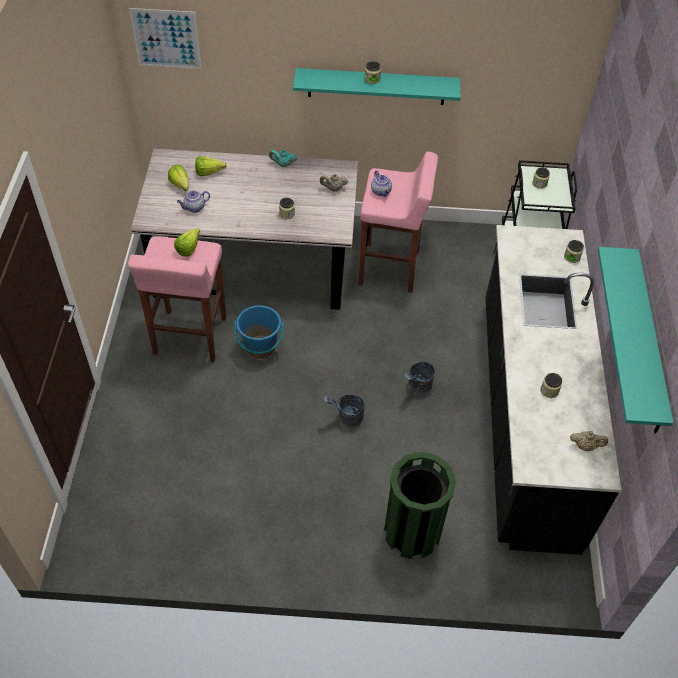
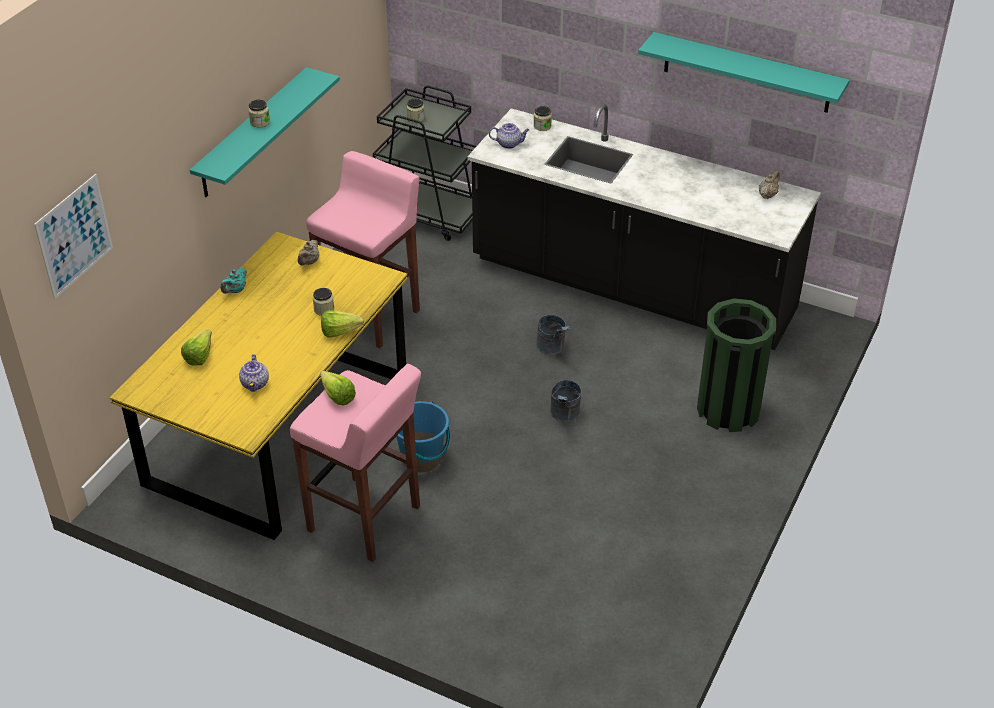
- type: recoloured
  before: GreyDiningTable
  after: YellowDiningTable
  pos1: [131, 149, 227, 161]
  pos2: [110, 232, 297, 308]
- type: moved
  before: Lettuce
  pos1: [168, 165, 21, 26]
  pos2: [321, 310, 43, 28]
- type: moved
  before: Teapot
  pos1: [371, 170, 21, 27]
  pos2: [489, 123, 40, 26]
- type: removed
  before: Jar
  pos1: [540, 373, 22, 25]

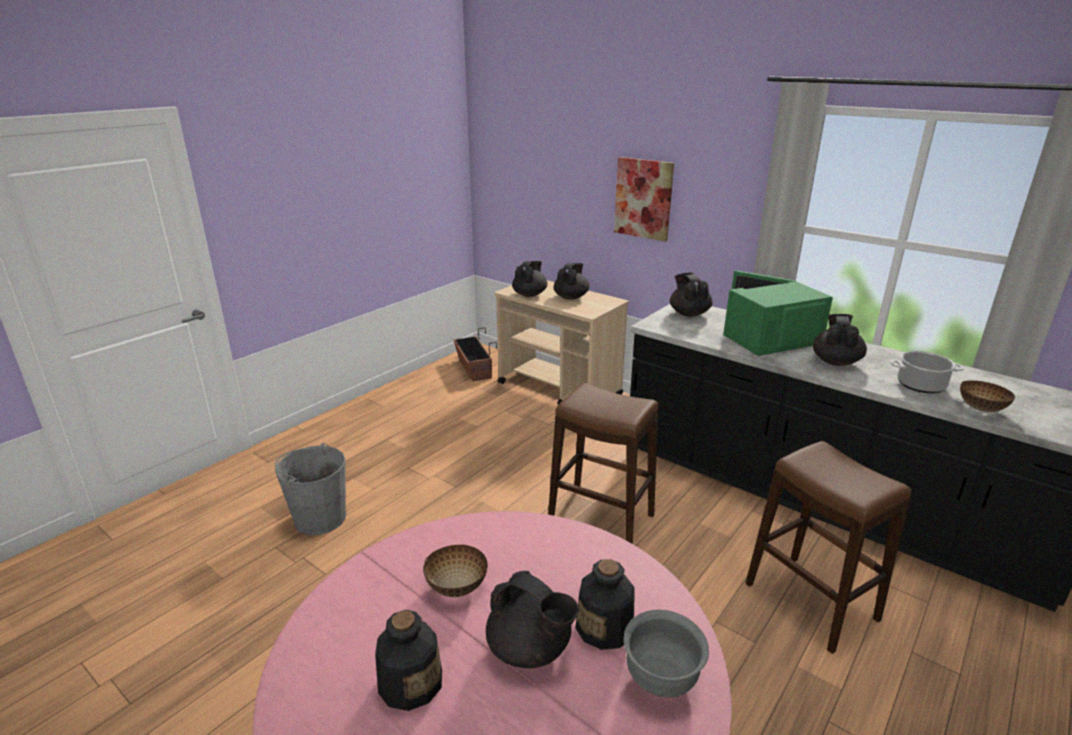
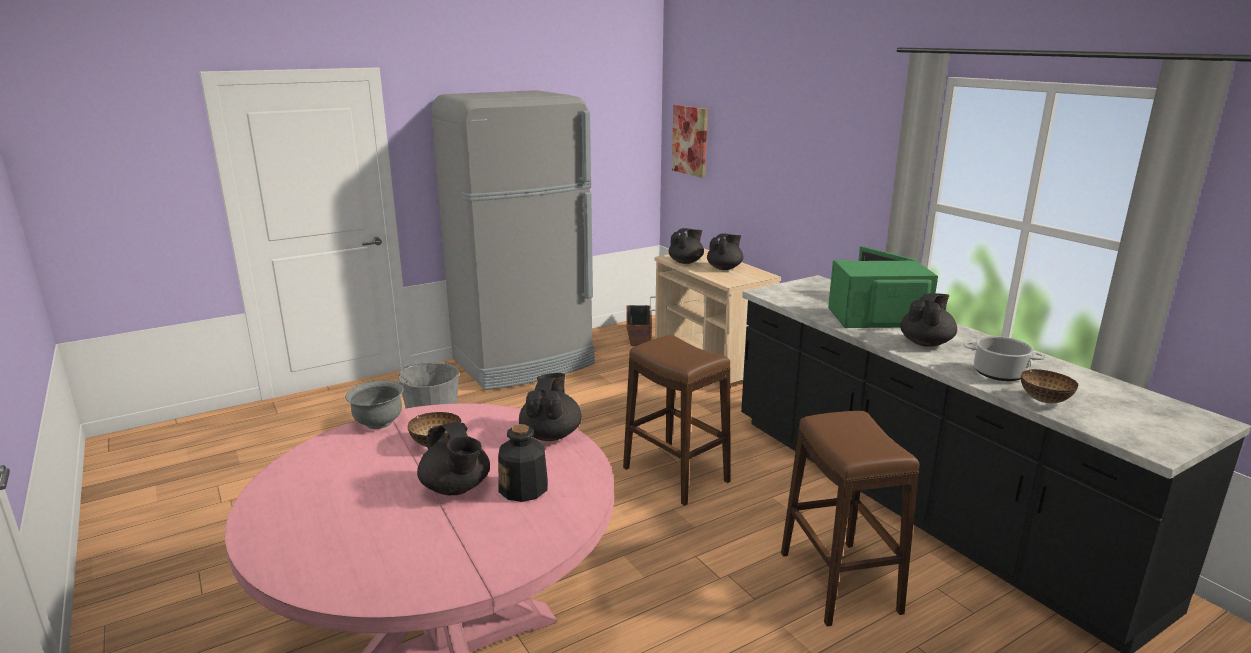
- type: moved
  before: Picture
  pos1: [614, 157, 60, 85]
  pos2: [672, 105, 36, 73]
- type: moved
  before: BlackTeapot
  pos1: [670, 273, 43, 44]
  pos2: [519, 373, 63, 68]
- type: removed
  before: Bottle
  pos1: [375, 610, 67, 101]
- type: moved
  before: GreyBowl
  pos1: [623, 610, 86, 88]
  pos2: [345, 380, 59, 49]
- type: added
  after: GreyFridge
  pos2: [431, 90, 164, 300]

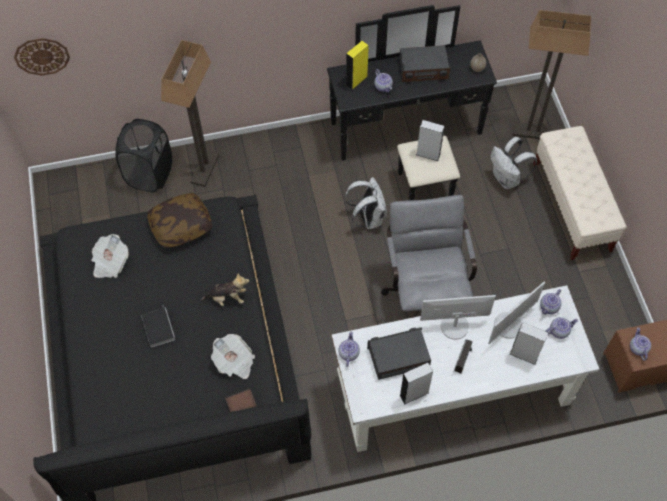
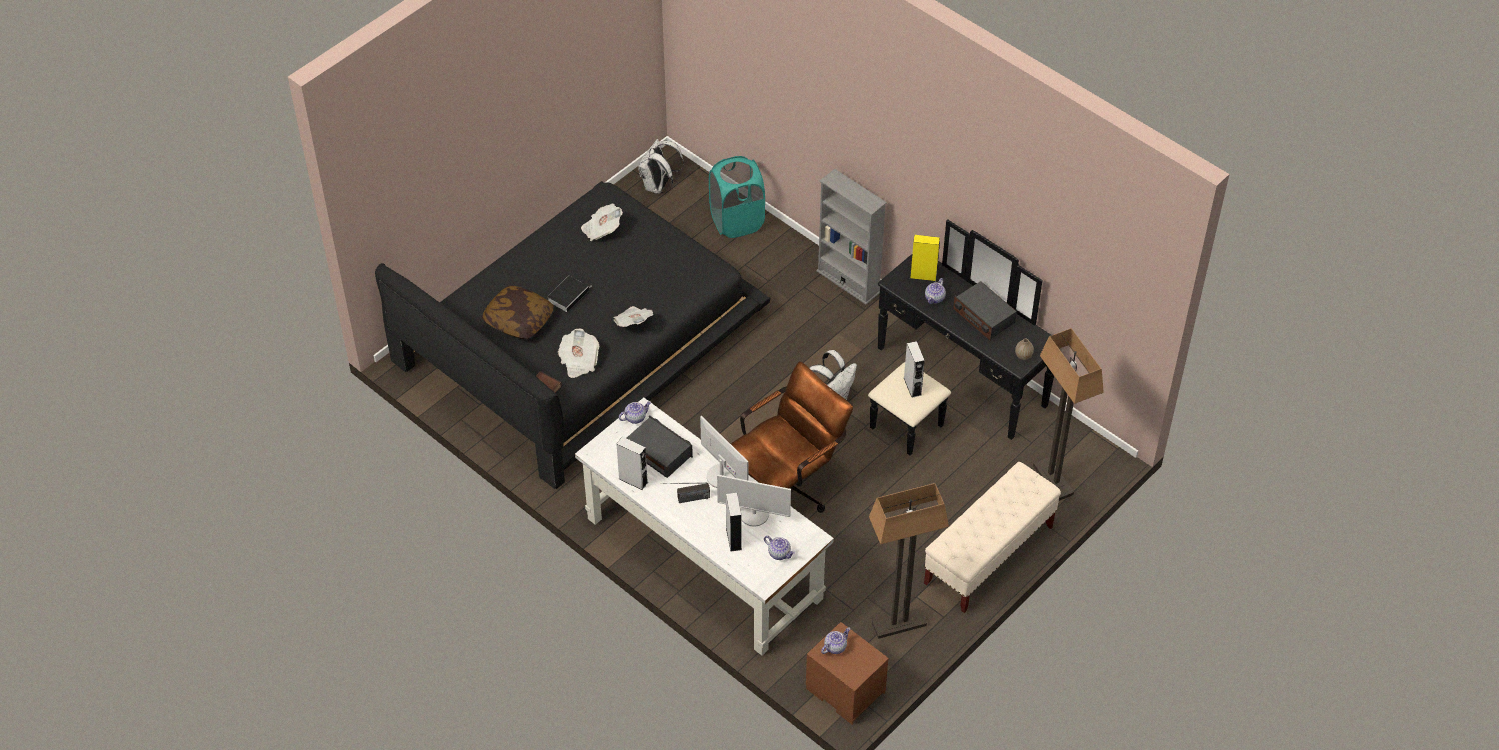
- type: removed
  before: WallClock
  pos1: [14, 38, 56, 38]
- type: moved
  before: FloorLamp
  pos1: [161, 40, 58, 147]
  pos2: [869, 483, 80, 156]
- type: recoloured
  before: BlackLaundryBasket
  after: TurquoiseLaundryBasket
  pos1: [115, 119, 57, 73]
  pos2: [709, 156, 56, 82]
- type: moved
  before: WhiteBackpack
  pos1: [491, 137, 46, 52]
  pos2: [638, 139, 46, 55]
- type: moved
  before: Pillow
  pos1: [147, 193, 65, 55]
  pos2: [482, 285, 72, 54]
- type: recoloured
  before: GreyOfficeChair
  after: BrownOfficeChair
  pos1: [381, 195, 96, 122]
  pos2: [731, 361, 122, 152]
- type: replaced
  before: PlushToy
  after: Newspaper
  pos1: [200, 274, 49, 32]
  pos2: [613, 306, 40, 21]
- type: removed
  before: Teapot
  pos1: [540, 289, 22, 25]
- type: added
  after: GreyBookcase
  pos2: [816, 169, 71, 136]

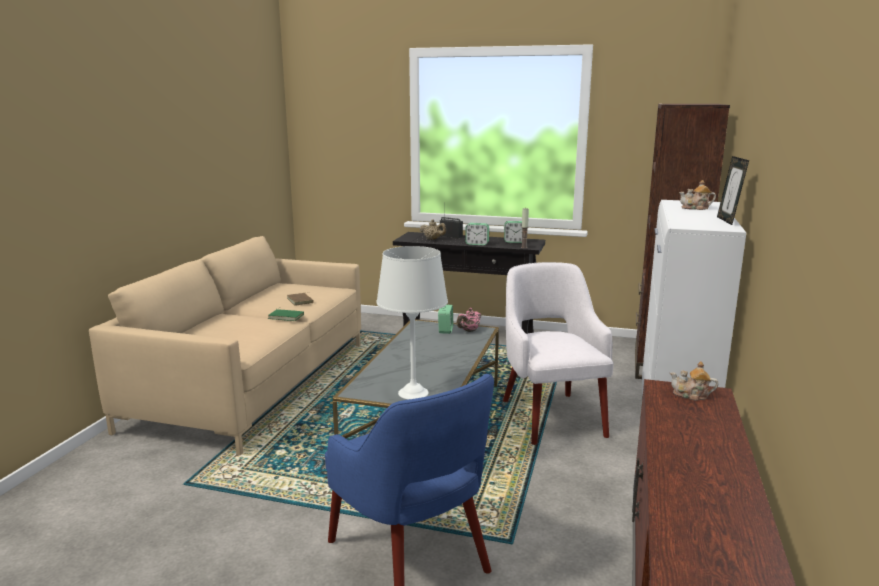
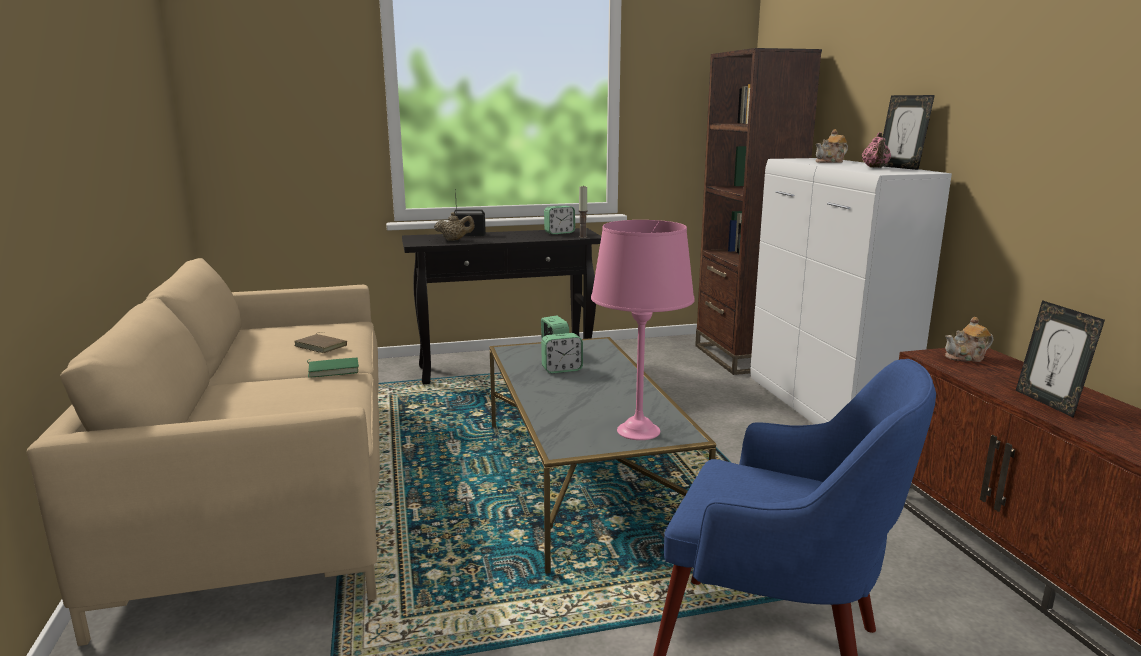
- type: moved
  before: AlarmClock
  pos1: [465, 223, 24, 22]
  pos2: [541, 333, 42, 40]
- type: recoloured
  before: WhiteTableLamp
  after: PinkTableLamp
  pos1: [376, 246, 72, 154]
  pos2: [591, 220, 104, 220]
- type: removed
  before: WhiteArmchair
  pos1: [503, 262, 111, 183]
- type: moved
  before: PinkTeapot
  pos1: [457, 308, 24, 24]
  pos2: [862, 132, 29, 36]
- type: added
  after: PictureFrame
  pos2: [1016, 300, 89, 118]

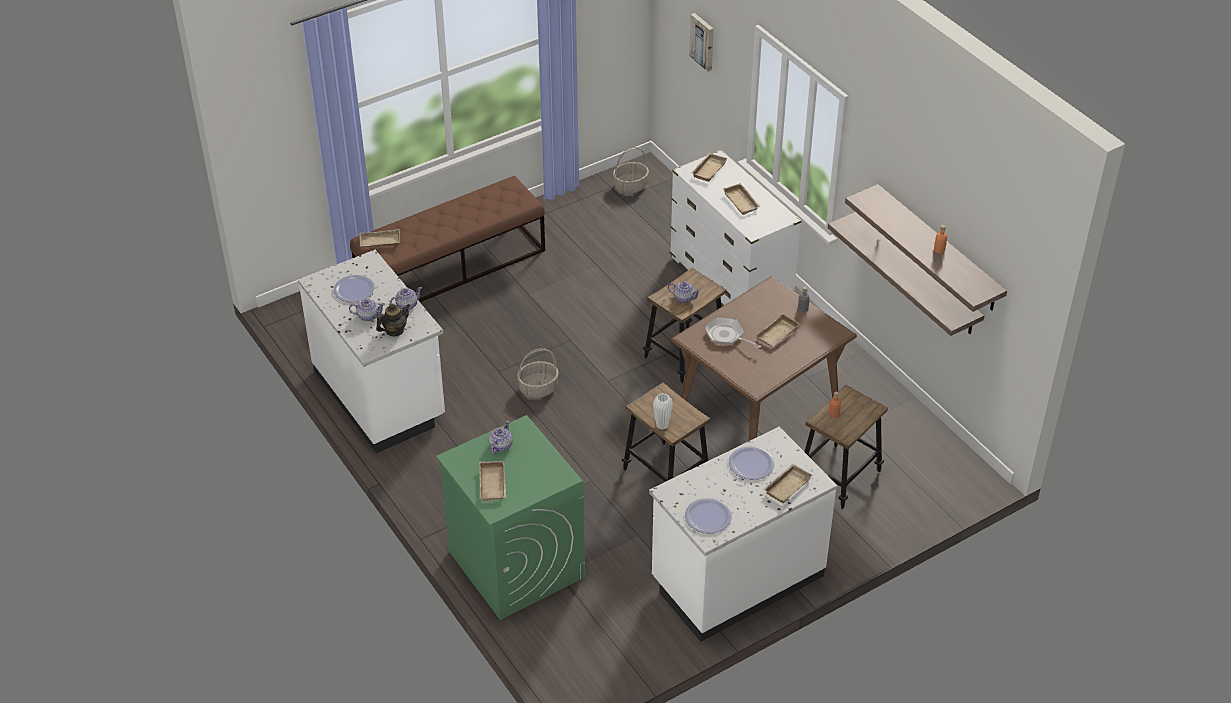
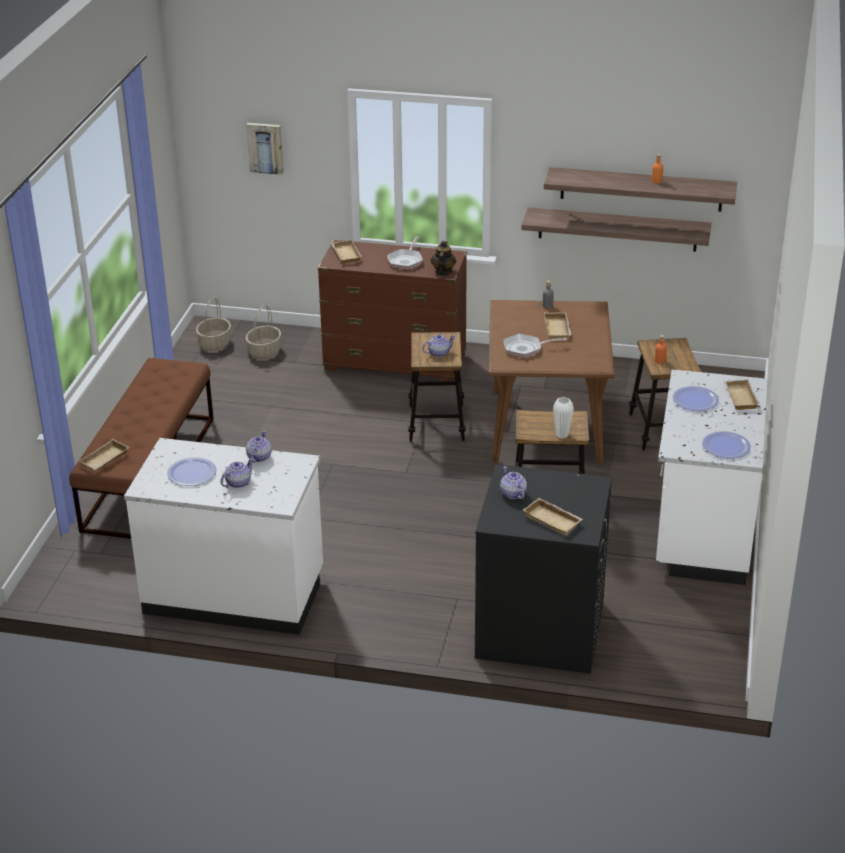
- type: recoloured
  before: WhiteDresser
  after: BrownDresser
  pos1: [670, 150, 132, 155]
  pos2: [318, 239, 149, 142]
- type: replaced
  before: BeigeTray
  after: FryingPan
  pos1: [723, 183, 38, 32]
  pos2: [387, 236, 36, 34]
- type: moved
  before: Teapot
  pos1: [376, 303, 34, 33]
  pos2: [431, 241, 25, 35]
- type: moved
  before: Basket
  pos1: [517, 348, 42, 50]
  pos2: [245, 305, 36, 54]
- type: recoloured
  before: GreenWashingMachine
  after: BlackWashingMachine
  pos1: [436, 415, 149, 205]
  pos2: [475, 464, 137, 210]

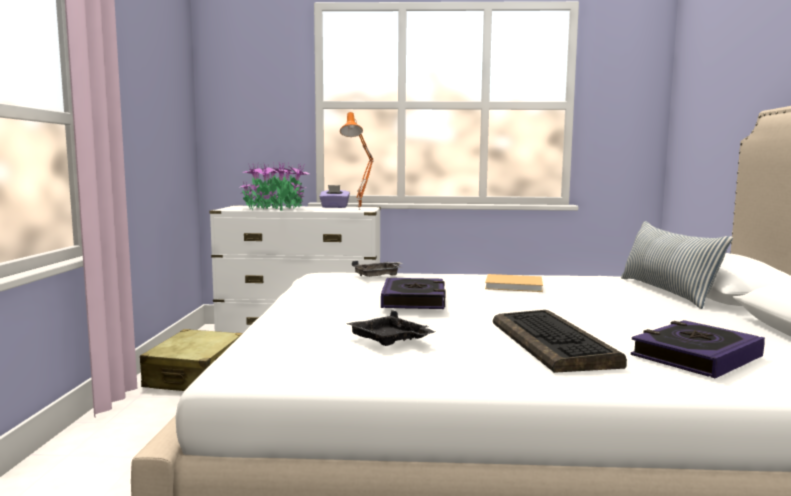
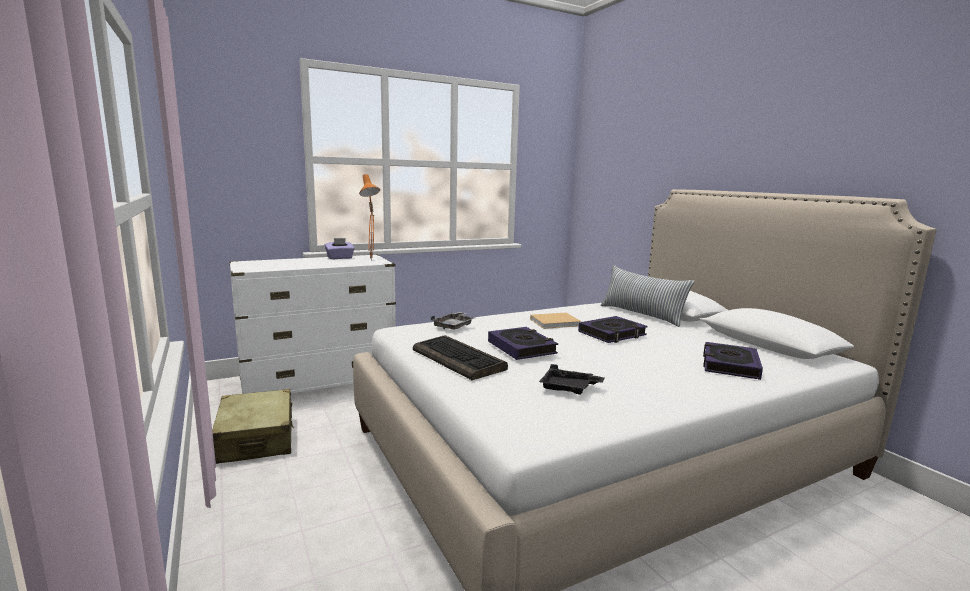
- type: removed
  before: PottedPlant
  pos1: [240, 162, 69, 48]
- type: moved
  before: Keyboard
  pos1: [493, 310, 134, 63]
  pos2: [413, 335, 95, 45]
- type: added
  after: Book
  pos2: [578, 316, 69, 27]

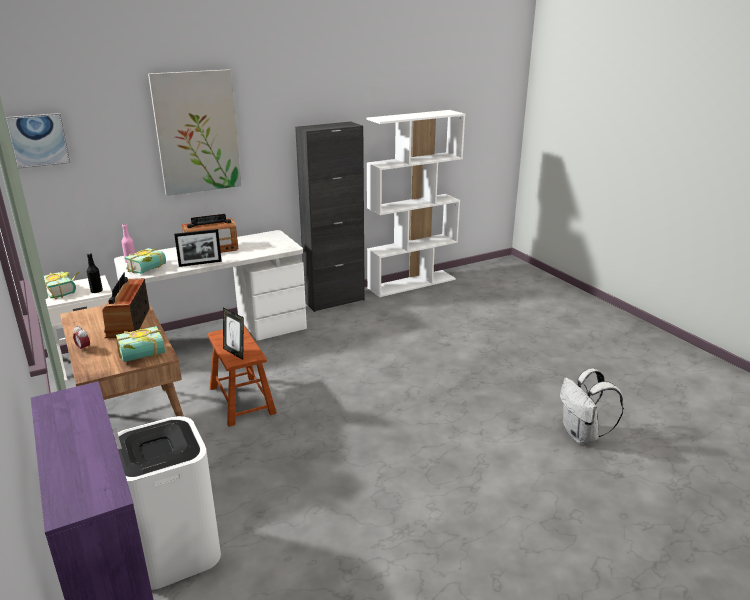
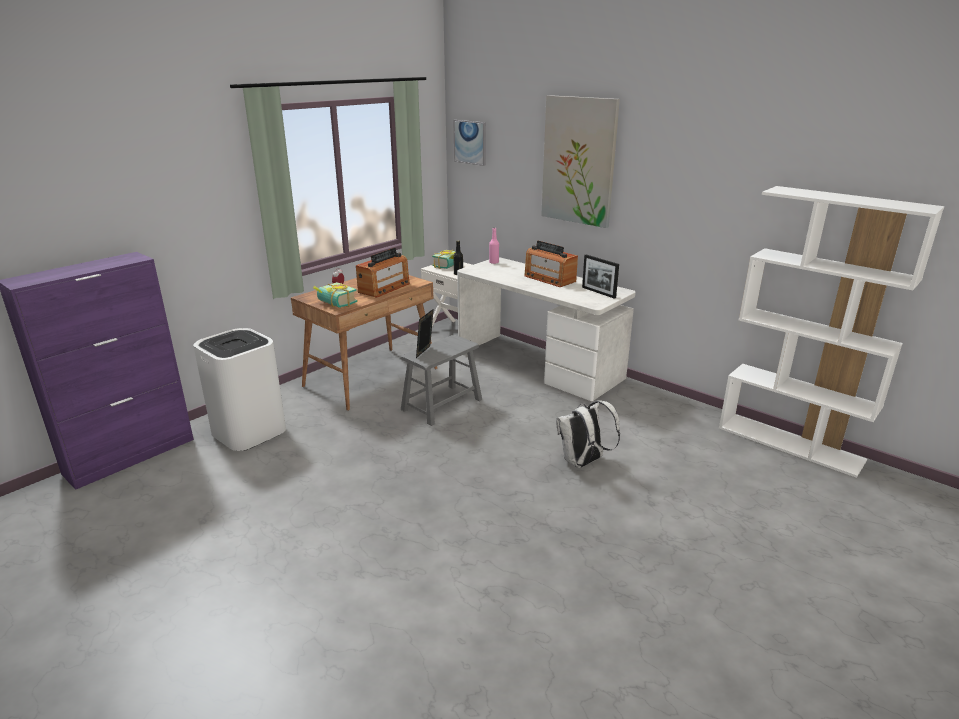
- type: removed
  before: BlackCabinet
  pos1: [295, 122, 70, 190]
- type: moved
  before: PictureFrame
  pos1: [174, 229, 48, 38]
  pos2: [582, 255, 37, 44]
- type: removed
  before: Book
  pos1: [124, 248, 42, 26]
- type: turned
  before: Radio
  pos1: [102, 273, 48, 65]
  pos2: [356, 248, 54, 50]
  turn: 150
- type: recoloured
  before: BrownStool
  after: GreyStool
  pos1: [207, 326, 70, 101]
  pos2: [401, 335, 81, 91]
- type: moved
  before: WhiteBackpack
  pos1: [560, 368, 64, 75]
  pos2: [556, 400, 64, 68]

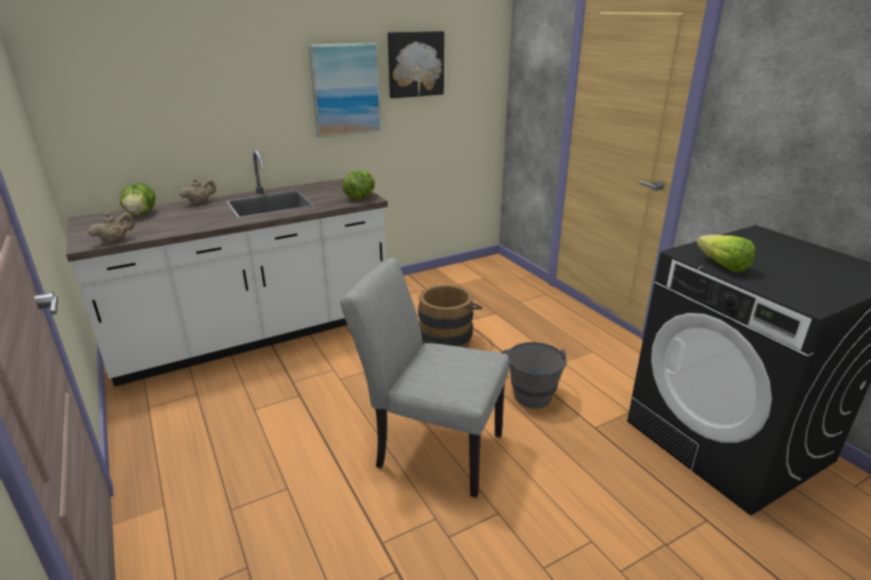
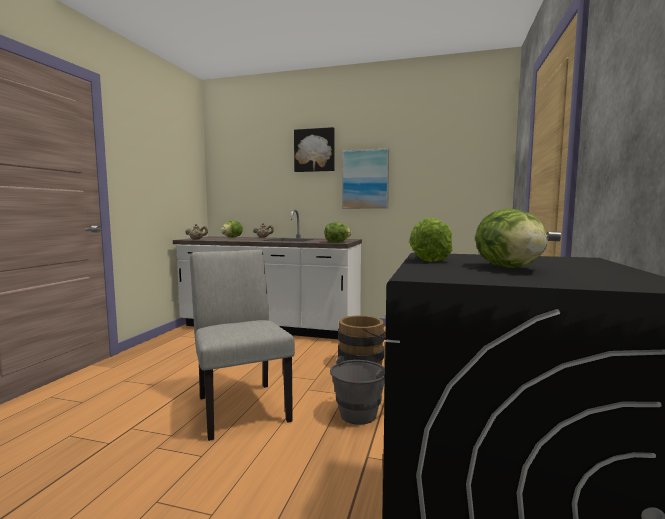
- type: moved
  before: Picture
  pos1: [388, 31, 56, 67]
  pos2: [294, 127, 41, 45]
- type: added
  after: Lettuce
  pos2: [475, 209, 73, 59]

